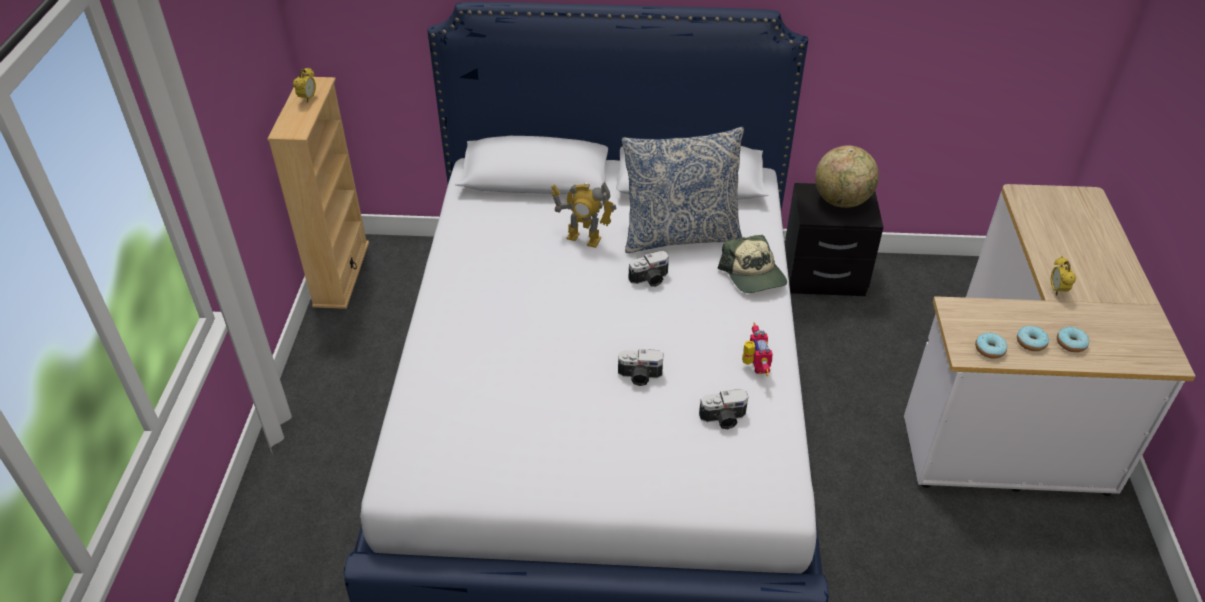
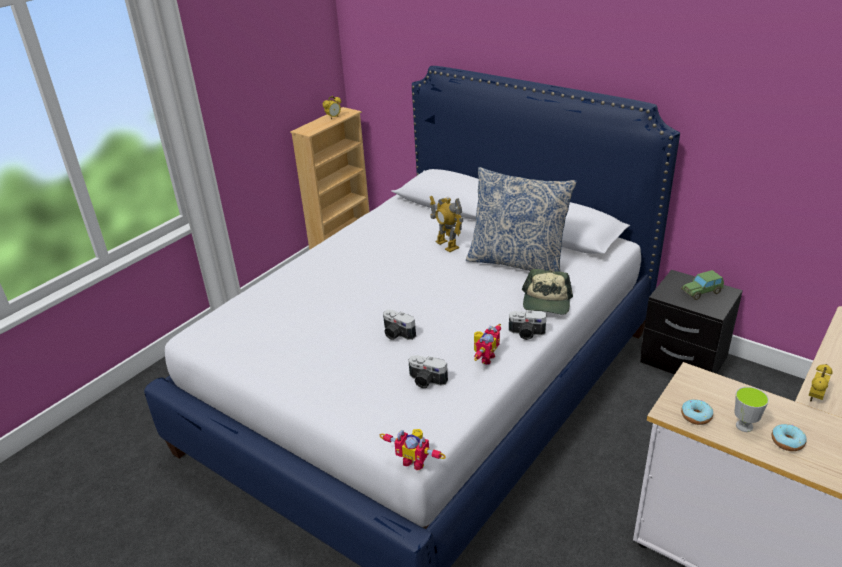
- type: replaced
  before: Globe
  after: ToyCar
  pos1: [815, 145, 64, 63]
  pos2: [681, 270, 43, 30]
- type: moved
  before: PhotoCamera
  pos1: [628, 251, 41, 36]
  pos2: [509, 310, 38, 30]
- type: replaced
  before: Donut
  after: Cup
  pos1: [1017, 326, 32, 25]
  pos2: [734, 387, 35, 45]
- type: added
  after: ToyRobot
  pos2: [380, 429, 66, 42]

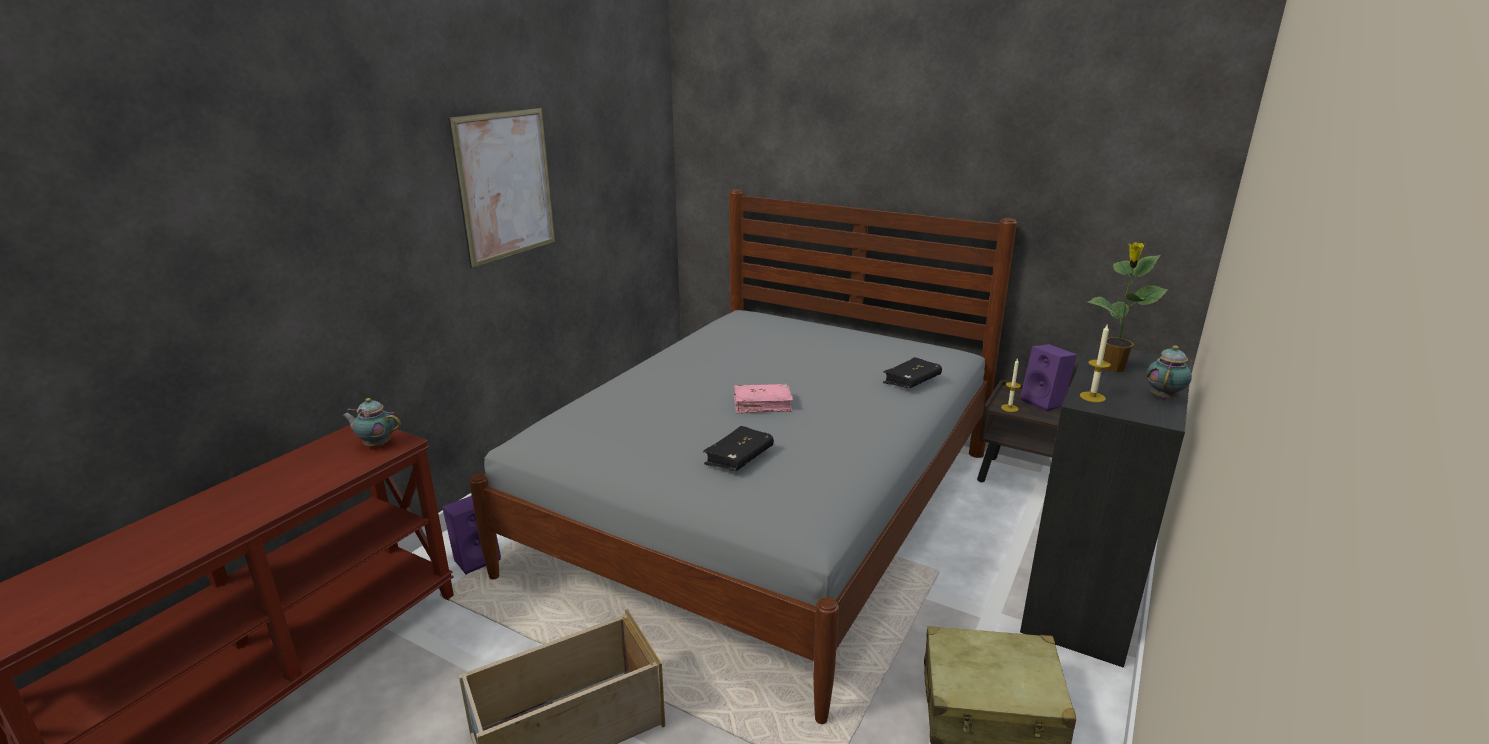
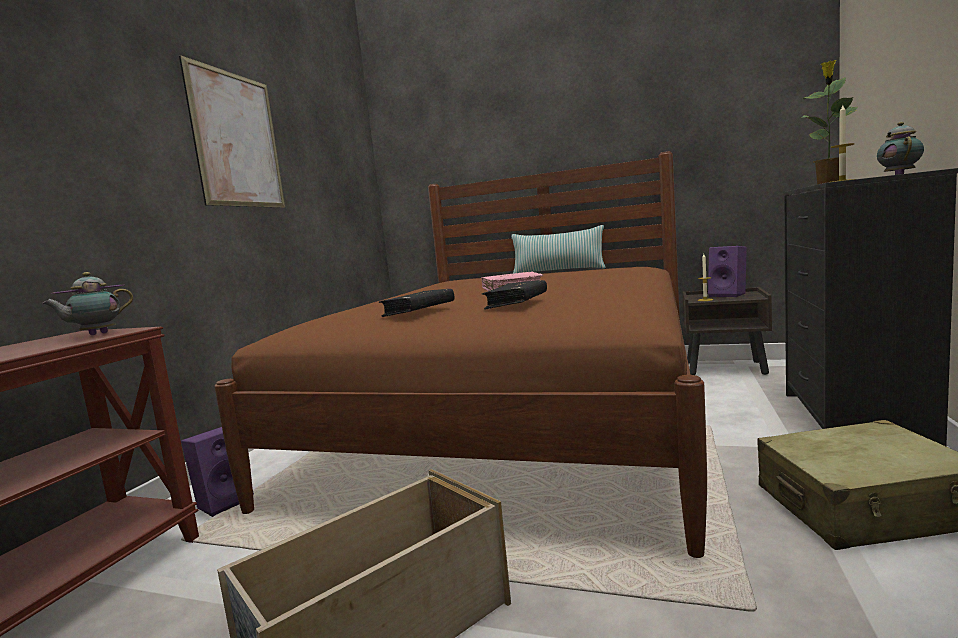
- type: recoloured
  before: GreyBed
  after: BrownBed
  pos1: [469, 189, 548, 535]
  pos2: [215, 151, 492, 407]
- type: moved
  before: BlackBook
  pos1: [883, 357, 59, 31]
  pos2: [379, 289, 75, 28]
- type: turned
  before: Teapot
  pos1: [342, 398, 59, 48]
  pos2: [42, 272, 91, 63]
  turn: -45
- type: added
  after: Pillow
  pos2: [511, 225, 94, 49]

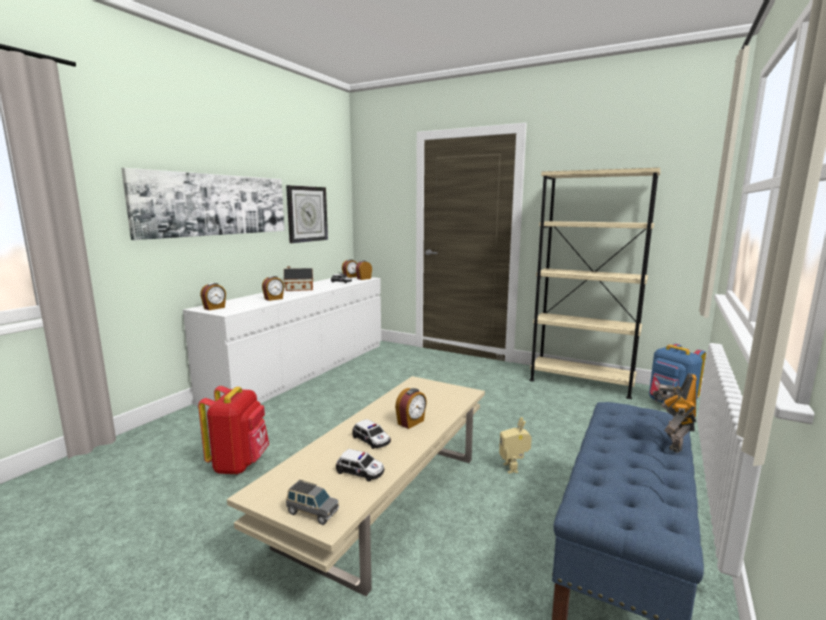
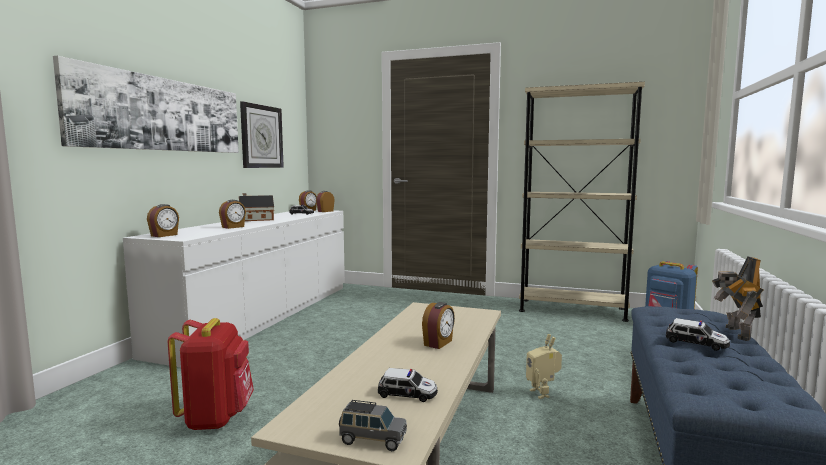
- type: moved
  before: ToyCar
  pos1: [352, 419, 39, 30]
  pos2: [666, 318, 64, 33]

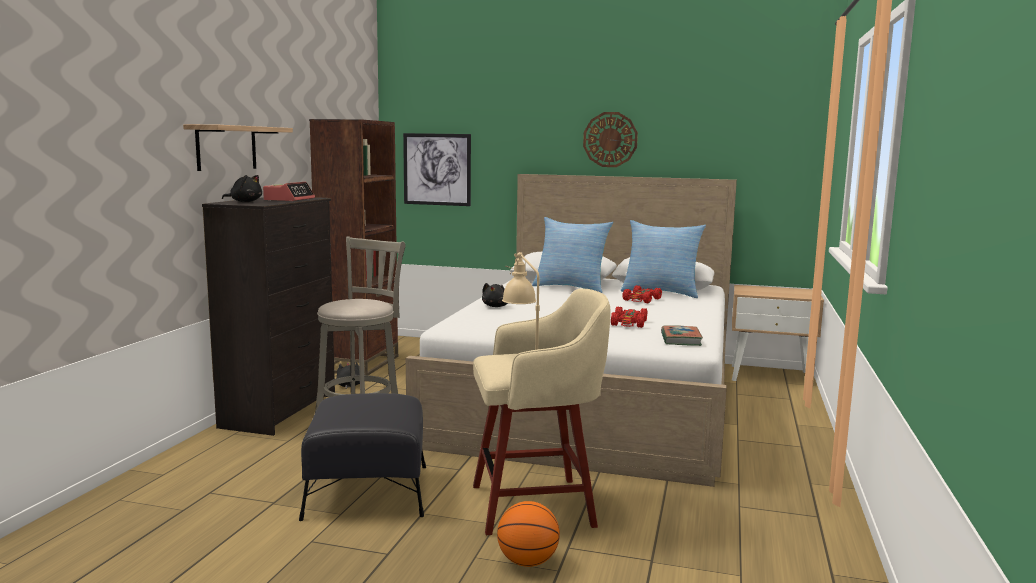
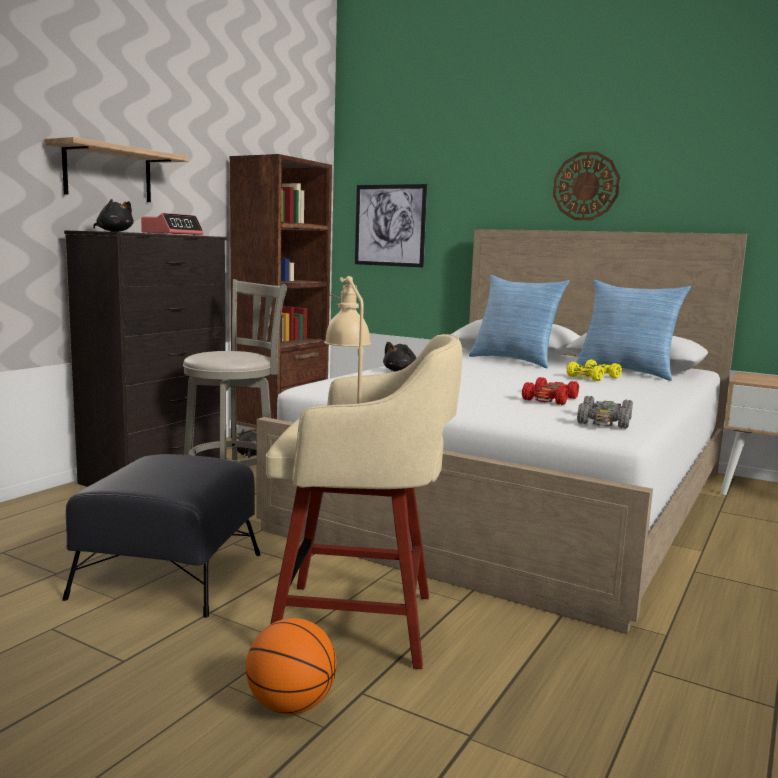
- type: recoloured
  before: RedToyCar
  after: YellowToyCar
  pos1: [622, 285, 40, 18]
  pos2: [566, 359, 56, 22]
- type: replaced
  before: Book
  after: GreyToyCar
  pos1: [661, 325, 42, 21]
  pos2: [577, 396, 56, 33]

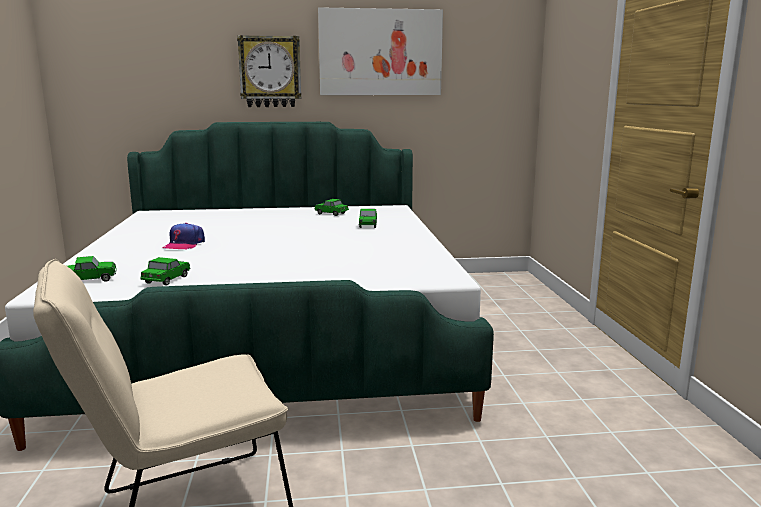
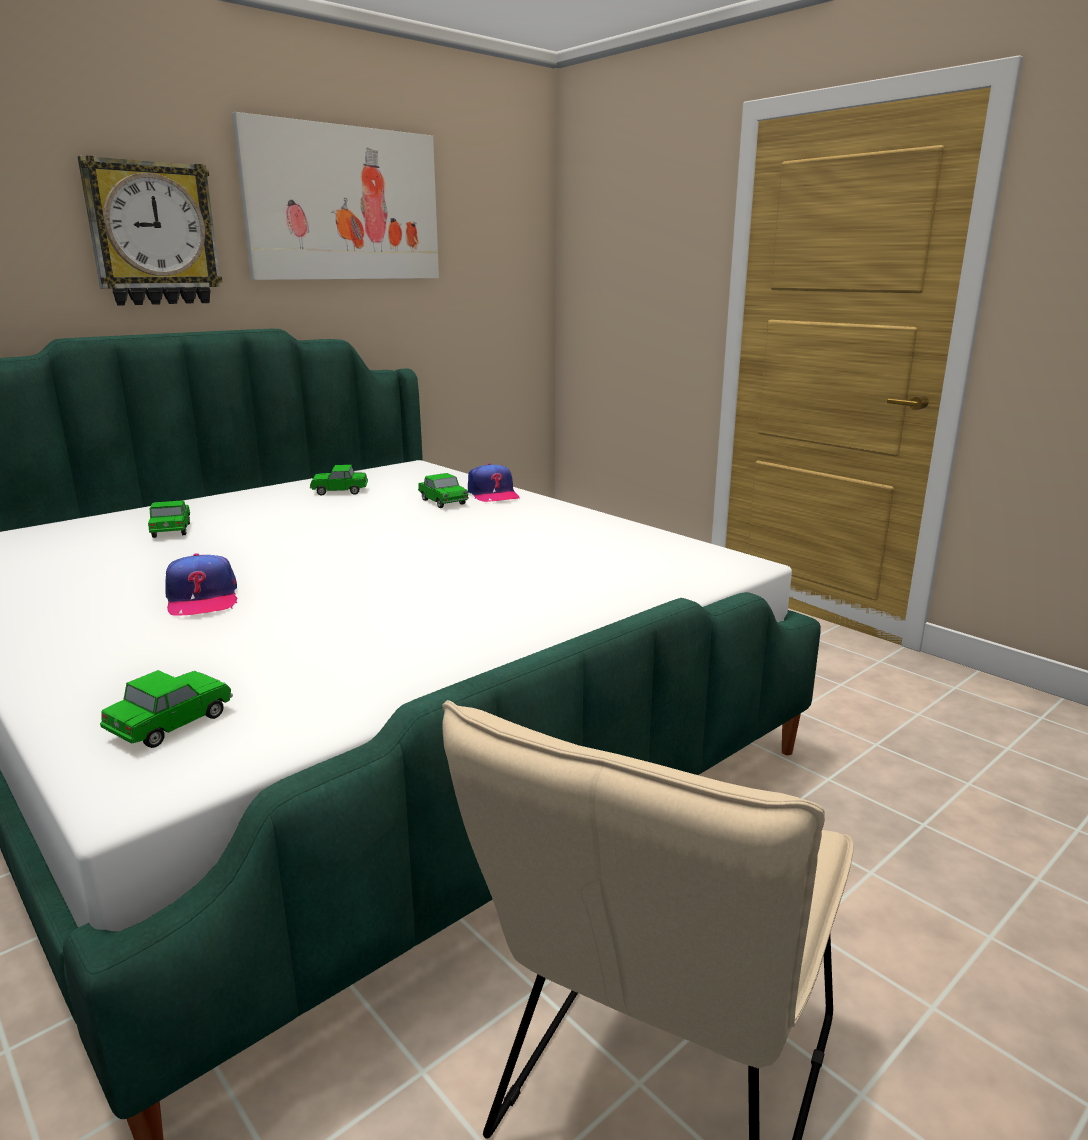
- type: moved
  before: ToyCar
  pos1: [140, 257, 51, 29]
  pos2: [148, 500, 42, 38]
- type: added
  after: Cap
  pos2: [468, 463, 51, 39]

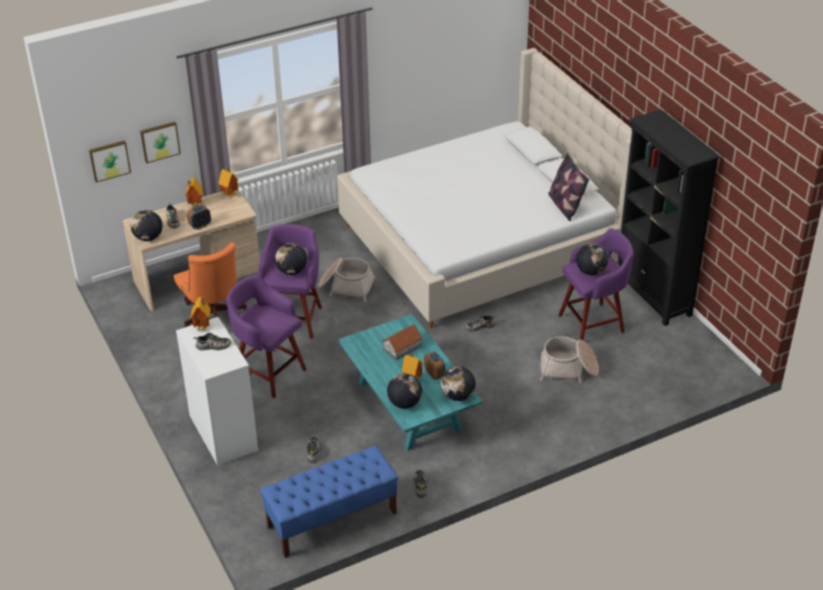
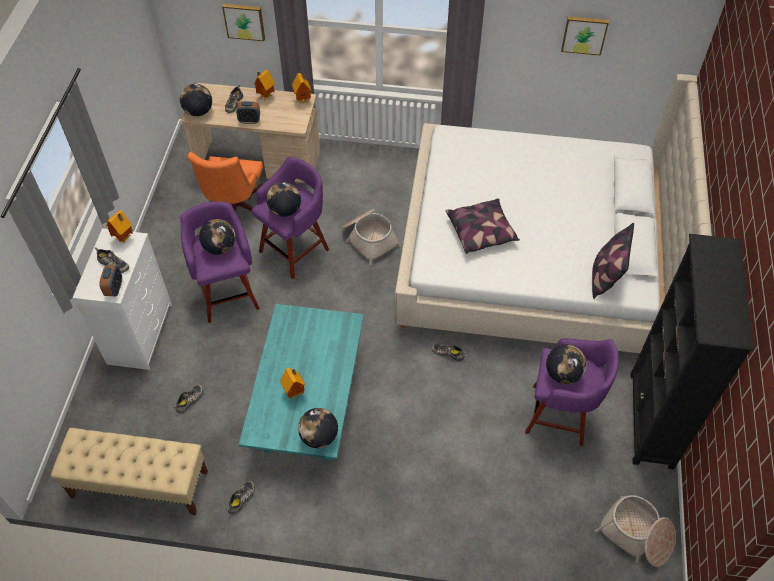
- type: moved
  before: Picture
  pos1: [89, 140, 42, 43]
  pos2: [561, 16, 48, 40]
- type: removed
  before: ToyHouse
  pos1: [382, 324, 40, 36]
- type: moved
  before: Basket
  pos1: [540, 336, 59, 47]
  pos2: [595, 495, 81, 72]
- type: moved
  before: AlarmClock
  pos1: [424, 352, 21, 28]
  pos2: [99, 265, 23, 32]
- type: moved
  before: Globe
  pos1: [387, 373, 35, 36]
  pos2: [199, 219, 36, 36]
- type: recoloured
  before: BlueBench
  after: BeigeBench
  pos1: [260, 445, 138, 113]
  pos2: [51, 428, 157, 87]
- type: added
  after: Pillow
  pos2: [446, 198, 74, 56]

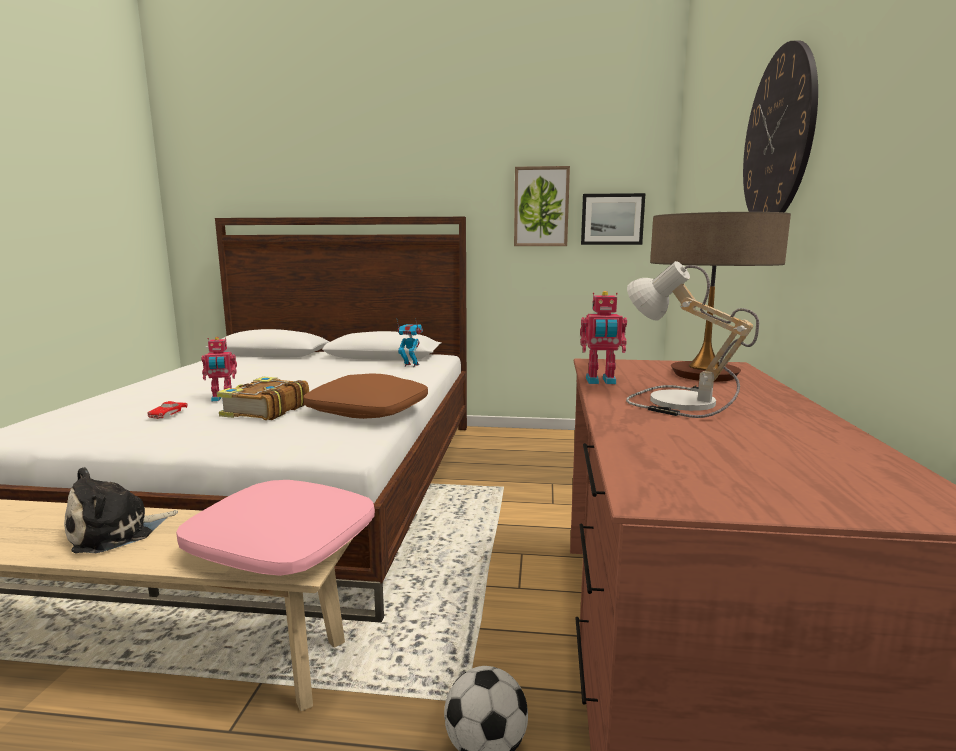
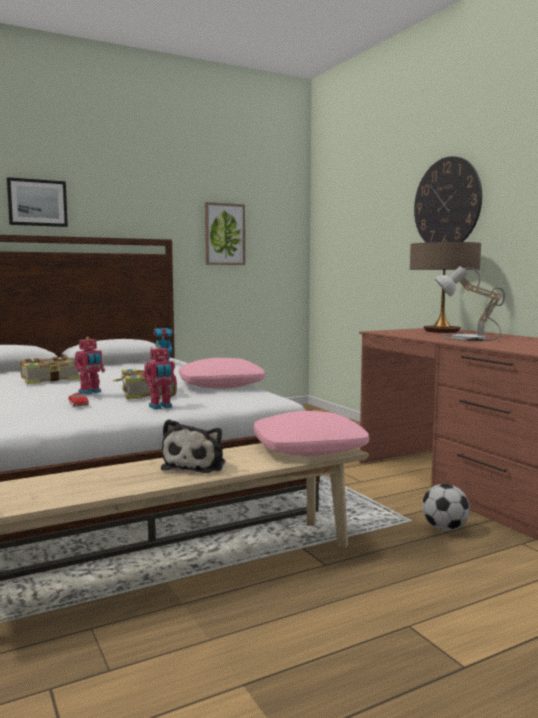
- type: moved
  before: Picture
  pos1: [581, 193, 64, 52]
  pos2: [7, 177, 61, 50]
- type: moved
  before: ToyRobot
  pos1: [580, 291, 47, 93]
  pos2: [144, 346, 33, 64]
- type: recoloured
  before: BrownPillow
  after: PinkPillow
  pos1: [304, 373, 124, 46]
  pos2: [179, 358, 86, 31]
- type: added
  after: Book
  pos2: [20, 356, 61, 28]

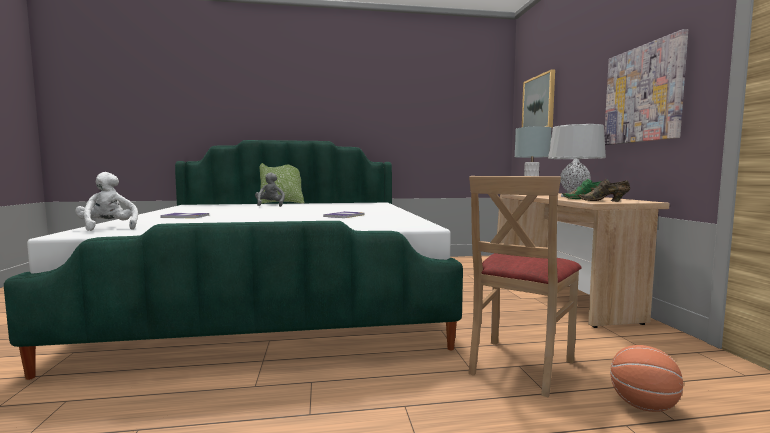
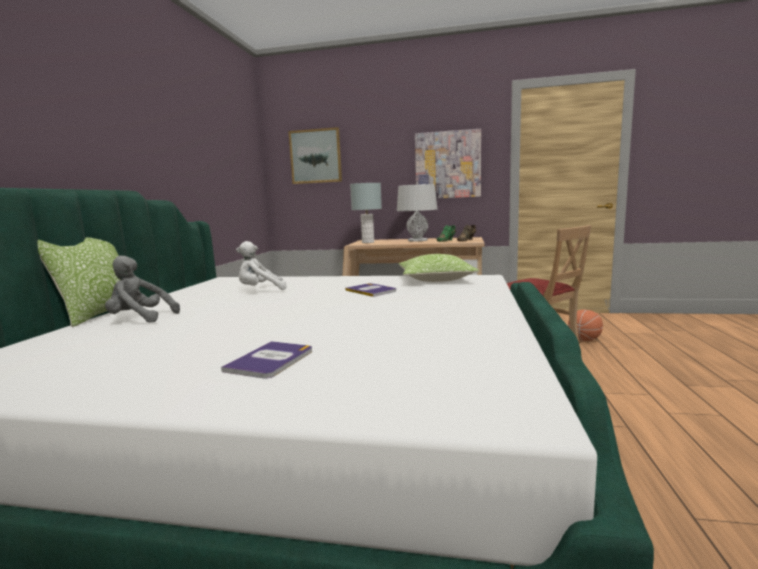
- type: moved
  before: WhitePlushToy
  pos1: [75, 172, 63, 59]
  pos2: [236, 241, 51, 49]
- type: added
  after: Pillow
  pos2: [399, 254, 80, 28]

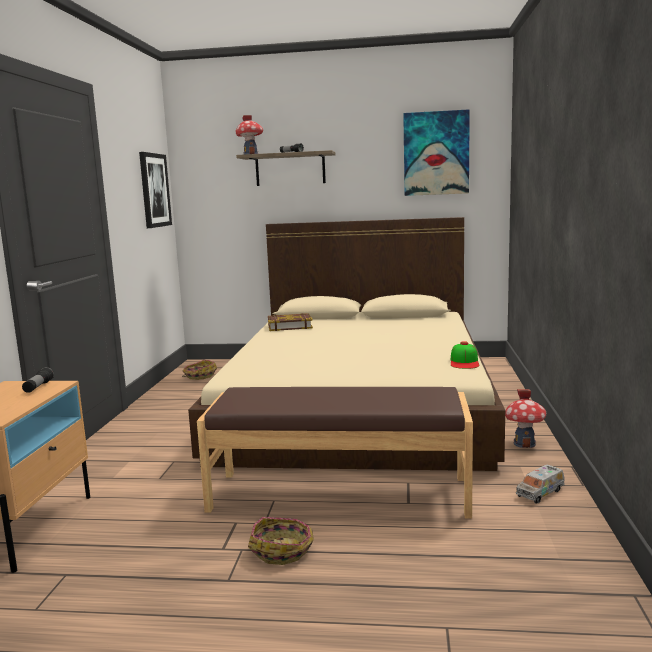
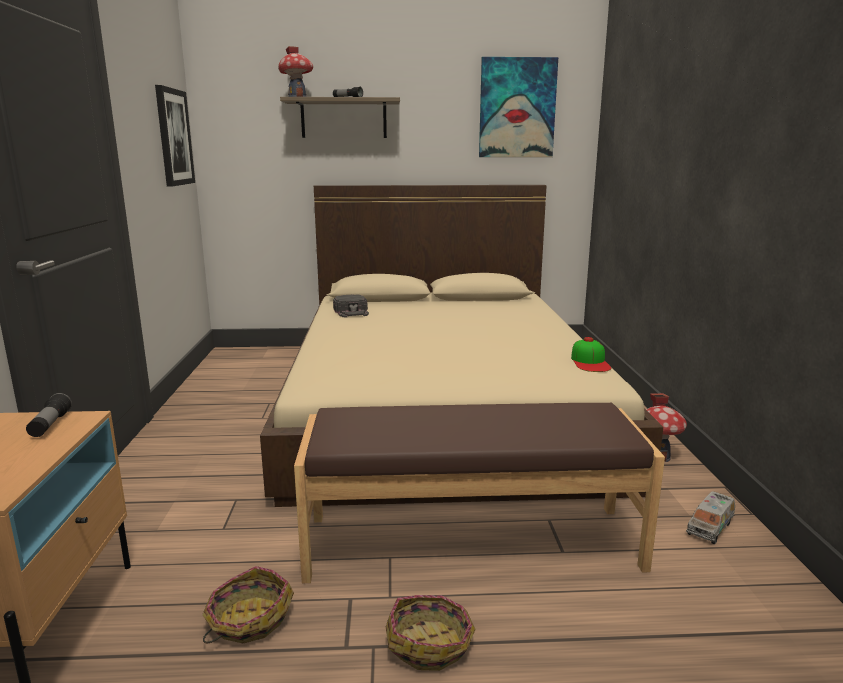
- type: replaced
  before: Book
  after: BlackCap
  pos1: [268, 313, 45, 18]
  pos2: [333, 294, 36, 24]
- type: moved
  before: Basket
  pos1: [182, 360, 35, 20]
  pos2: [202, 566, 92, 77]

